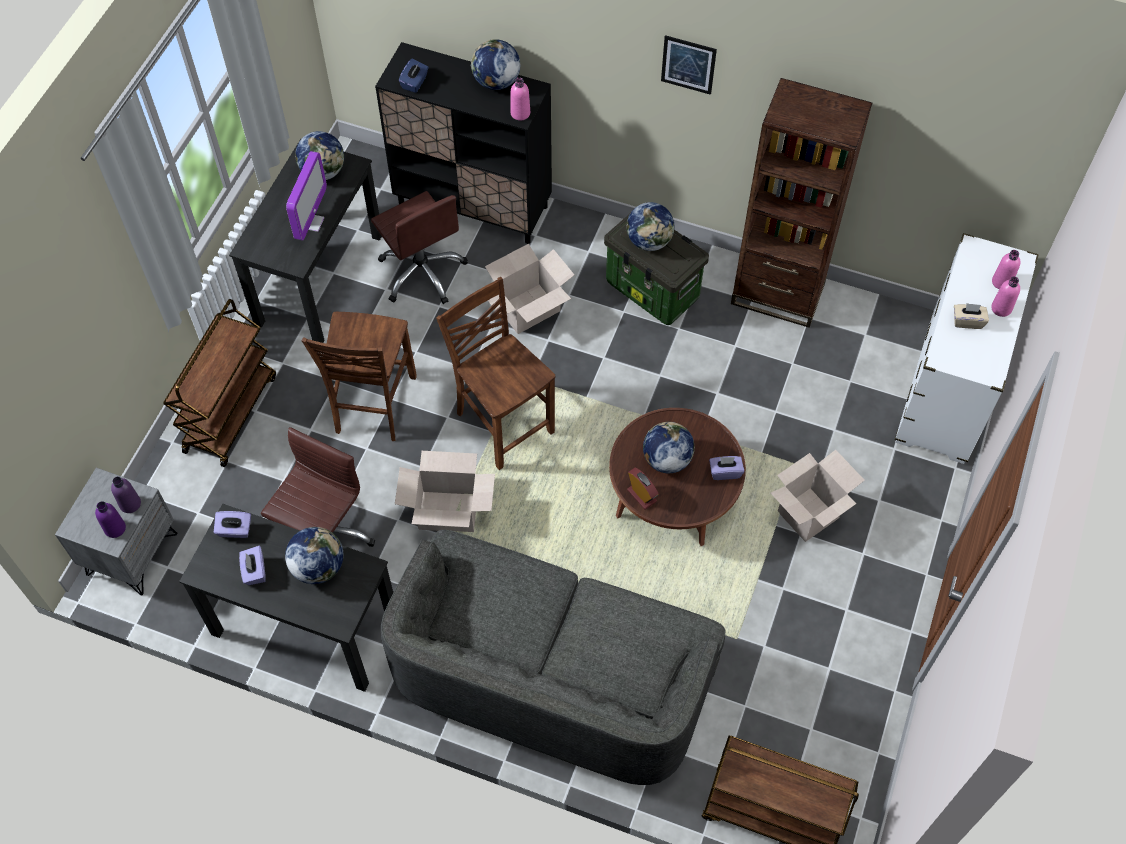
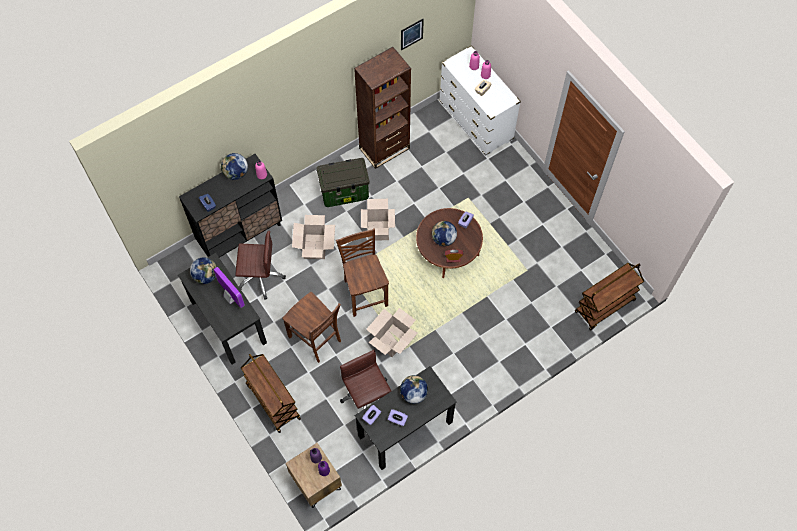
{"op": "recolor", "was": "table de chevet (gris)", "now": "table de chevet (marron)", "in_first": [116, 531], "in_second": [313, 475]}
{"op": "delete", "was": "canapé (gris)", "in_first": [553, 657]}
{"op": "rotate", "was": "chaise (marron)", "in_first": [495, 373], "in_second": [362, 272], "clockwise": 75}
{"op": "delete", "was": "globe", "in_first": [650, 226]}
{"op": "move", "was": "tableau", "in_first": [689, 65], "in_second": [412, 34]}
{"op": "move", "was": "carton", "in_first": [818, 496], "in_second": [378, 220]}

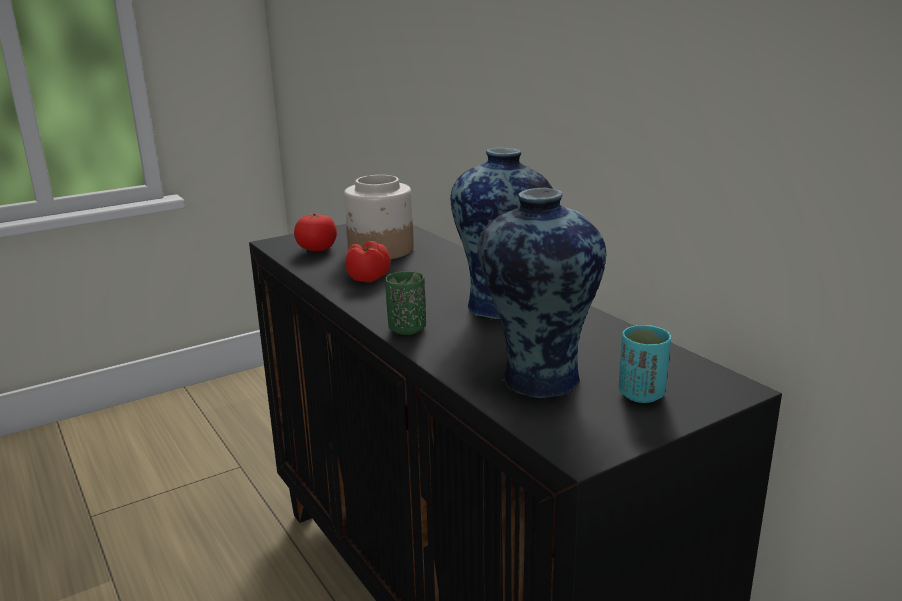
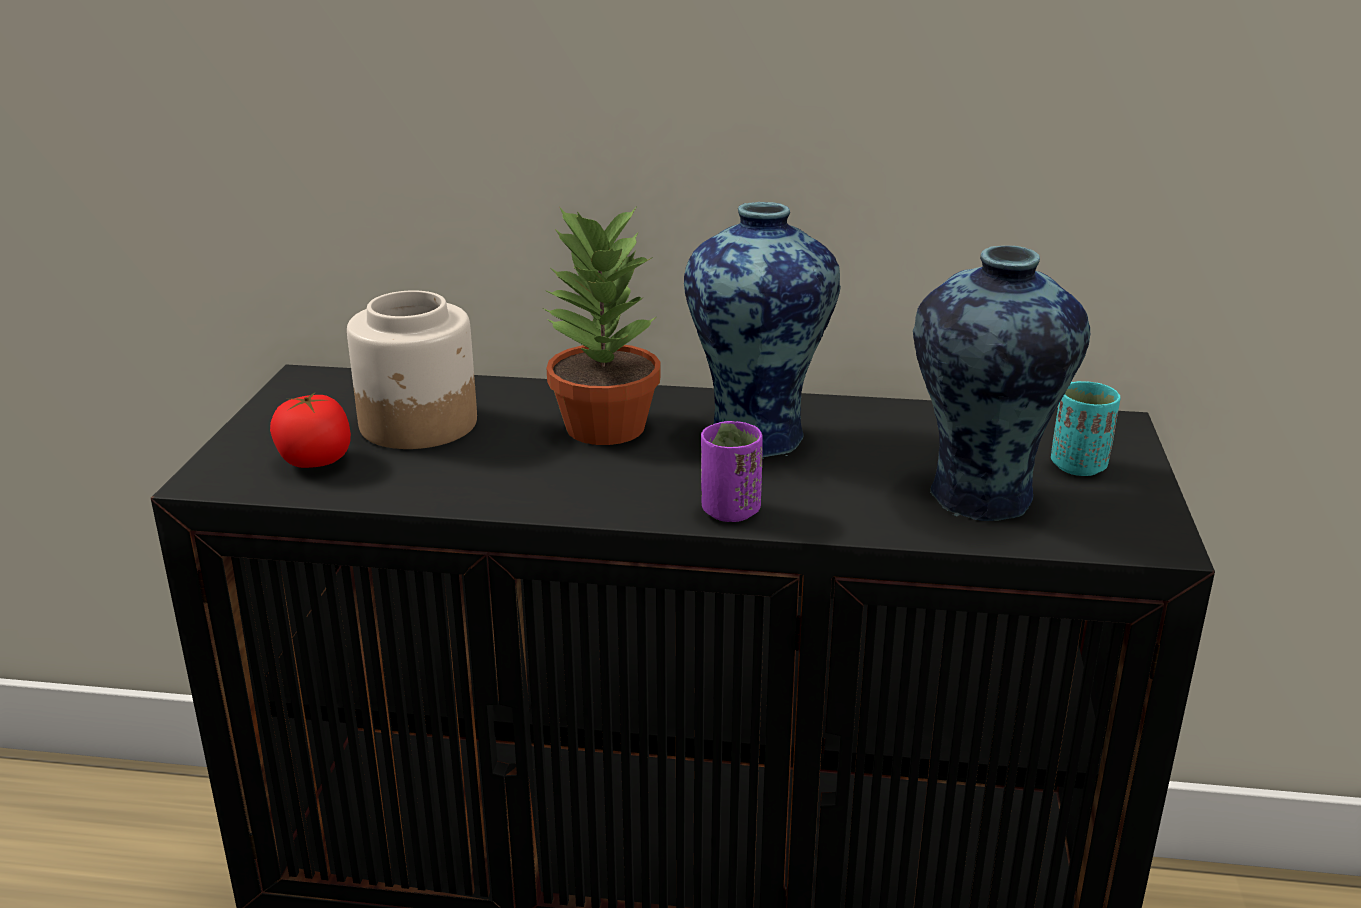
{"op": "delete", "was": "tomate", "in_first": [368, 262]}
{"op": "recolor", "was": "tasse (vert)", "now": "tasse (violet)", "in_first": [405, 303], "in_second": [732, 471]}
{"op": "insert", "now": "plante en pot", "in_second": [602, 325]}

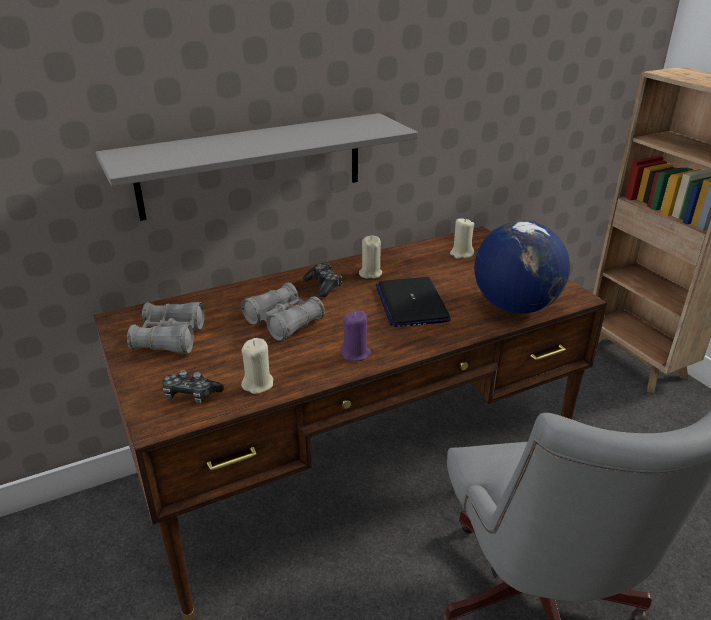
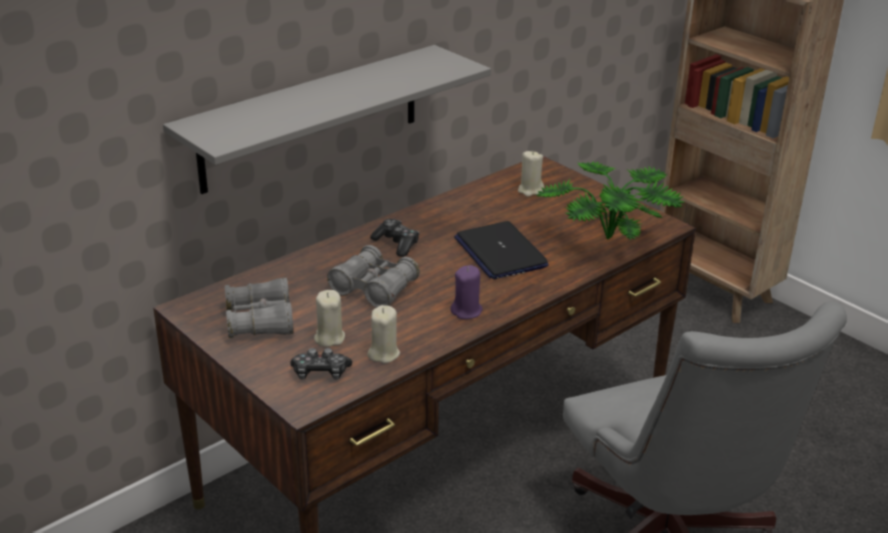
{"op": "move", "was": "bougie (beige)", "in_first": [370, 257], "in_second": [329, 318]}
{"op": "replace", "was": "globe", "now": "plante en pot", "in_first": [522, 267], "in_second": [610, 200]}

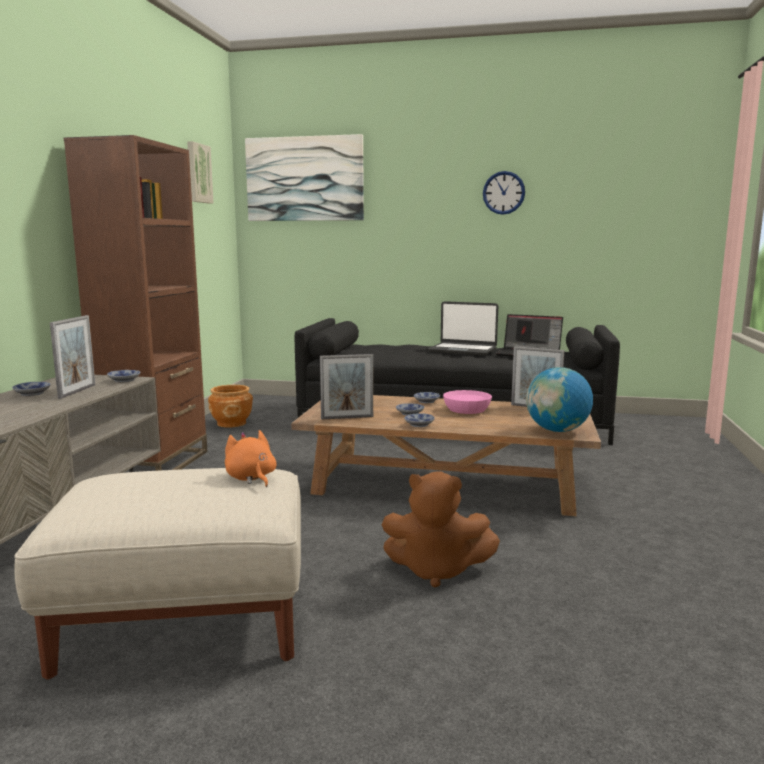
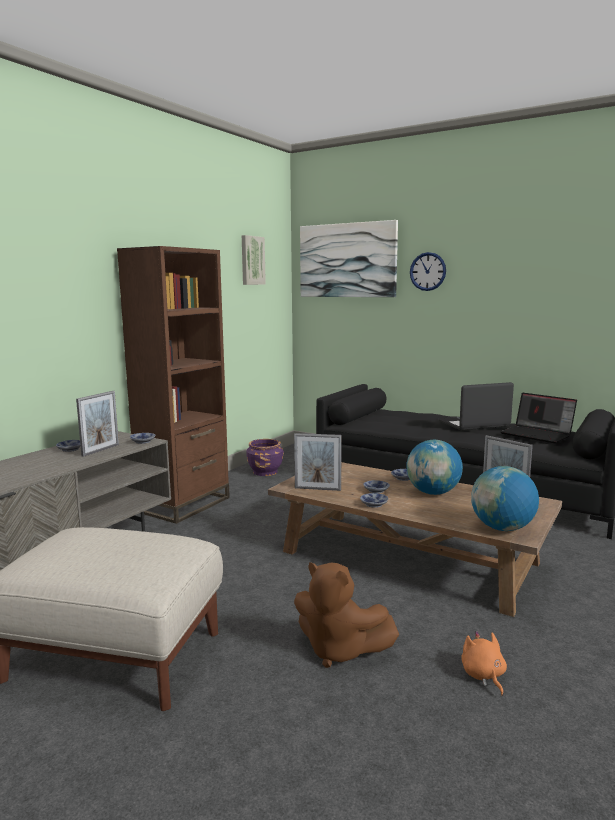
{"op": "recolor", "was": "cache-pot (marron)", "now": "cache-pot (violet)", "in_first": [230, 406], "in_second": [265, 457]}
{"op": "move", "was": "peluche (orange)", "in_first": [251, 458], "in_second": [484, 663]}
{"op": "rotate", "was": "ordinateur portable", "in_first": [463, 328], "in_second": [476, 406], "clockwise": 120}
{"op": "replace", "was": "bol (rose)", "now": "globe", "in_first": [467, 402], "in_second": [435, 467]}
{"op": "move", "was": "horloge murale", "in_first": [504, 193], "in_second": [428, 271]}

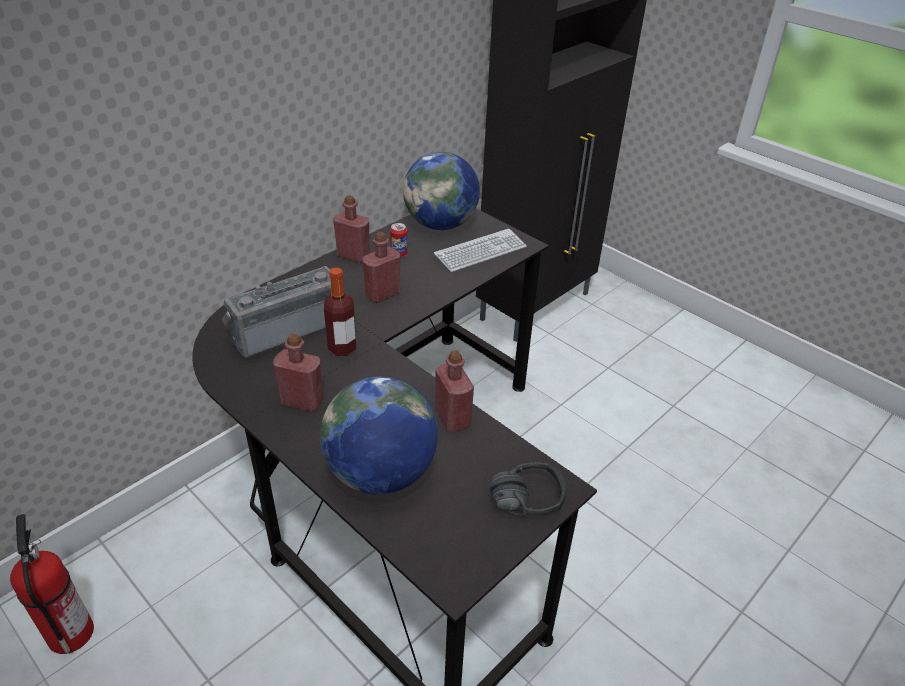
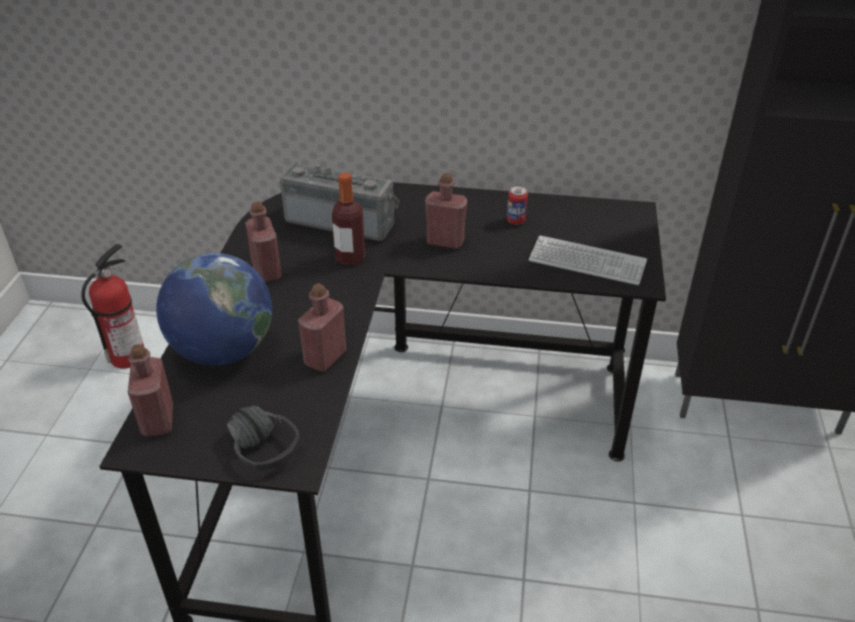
{"op": "move", "was": "bouteille (rouge)", "in_first": [351, 229], "in_second": [150, 390]}
{"op": "delete", "was": "globe", "in_first": [441, 191]}

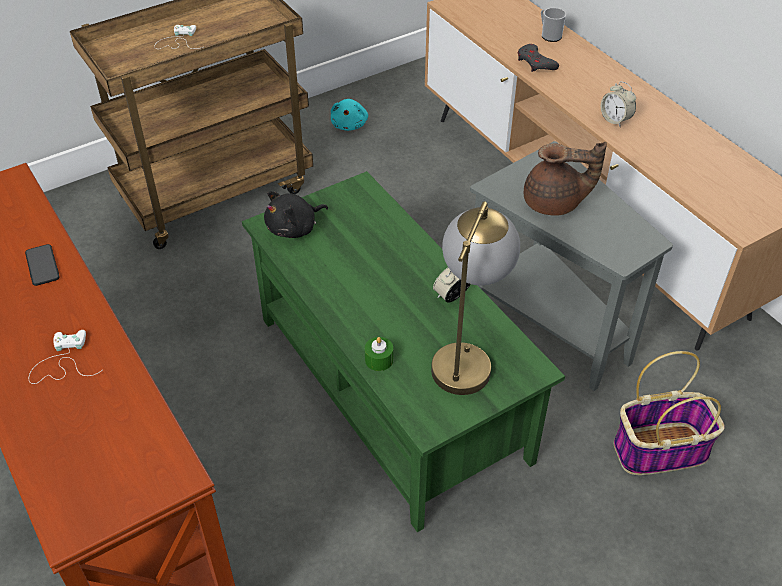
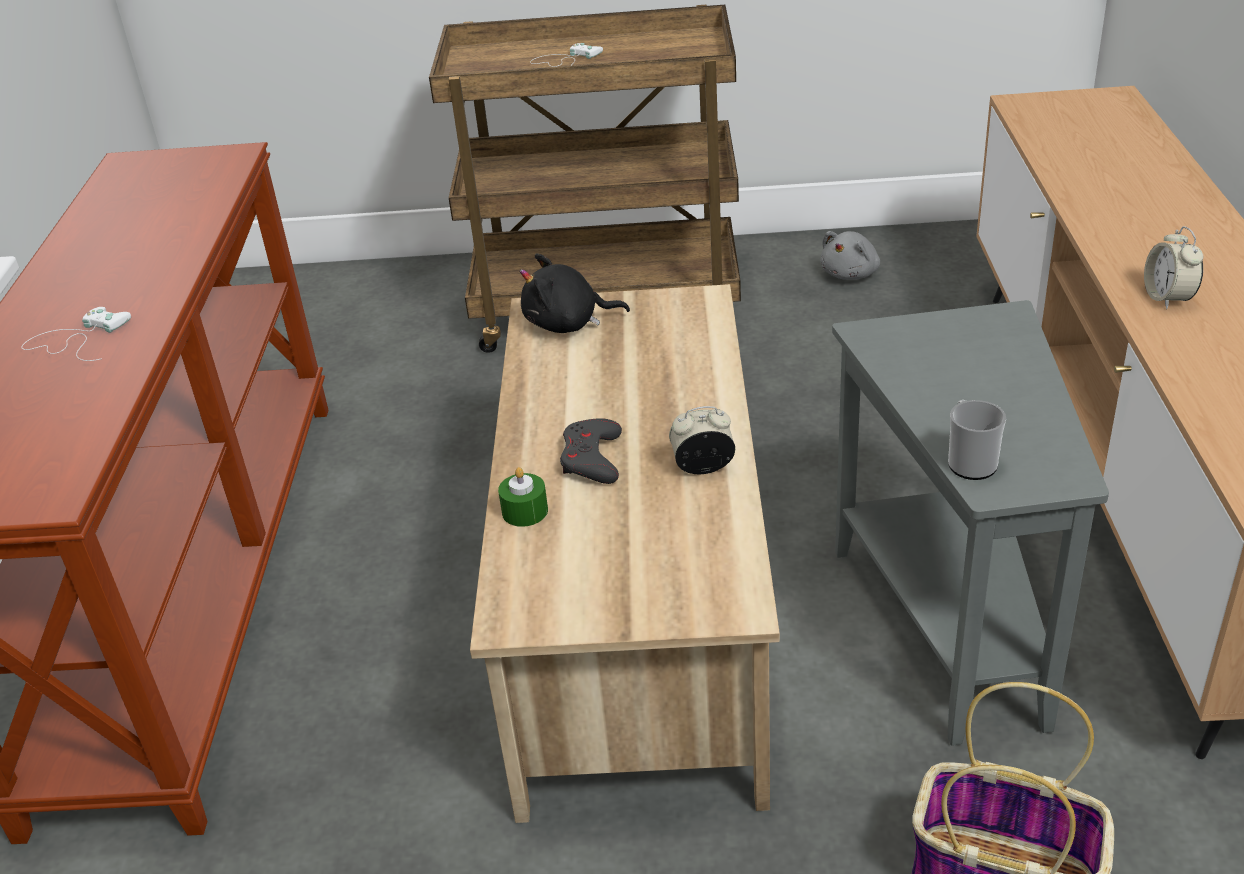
{"op": "delete", "was": "téléphone", "in_first": [42, 265]}
{"op": "recolor", "was": "table basse (vert)", "now": "table basse (beige)", "in_first": [403, 351], "in_second": [625, 553]}
{"op": "recolor", "was": "peluche (turquoise)", "now": "peluche (gris)", "in_first": [349, 115], "in_second": [850, 255]}
{"op": "delete", "was": "lampe de table", "in_first": [475, 298]}
{"op": "move", "was": "manette (gris)", "in_first": [538, 58], "in_second": [591, 451]}
{"op": "delete", "was": "théière (marron)", "in_first": [565, 179]}
{"op": "move", "was": "mug", "in_first": [553, 25], "in_second": [977, 440]}

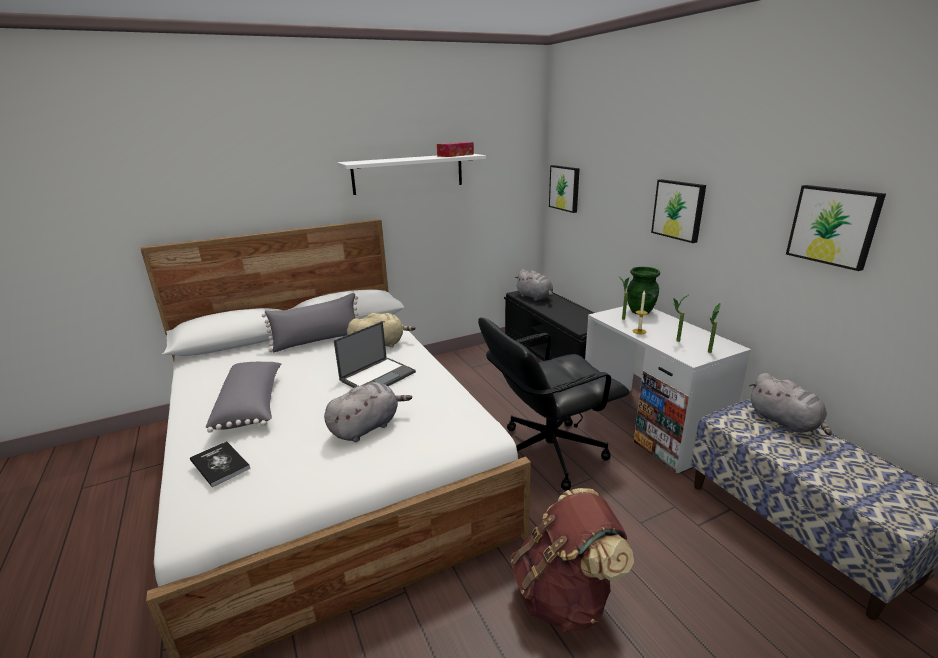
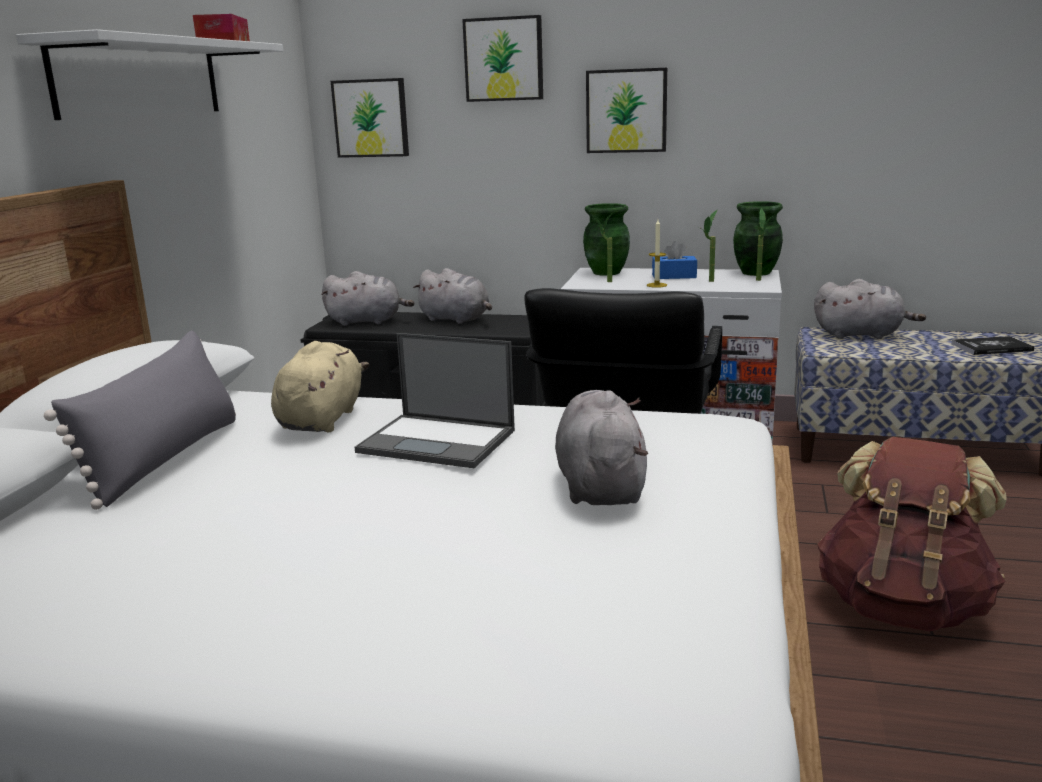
{"op": "move", "was": "livre", "in_first": [220, 464], "in_second": [993, 345]}
{"op": "delete", "was": "coussin (gris)", "in_first": [243, 397]}
{"op": "rotate", "was": "ordinateur portable", "in_first": [375, 354], "in_second": [435, 400], "clockwise": 120}
{"op": "move", "was": "tableau", "in_first": [836, 228], "in_second": [502, 58]}
{"op": "insert", "now": "peluche (gris)", "in_second": [452, 296]}
{"op": "insert", "now": "boîte à mouchoirs (bleu)", "in_second": [674, 260]}
{"op": "insert", "now": "vase (vert)", "in_second": [758, 238]}

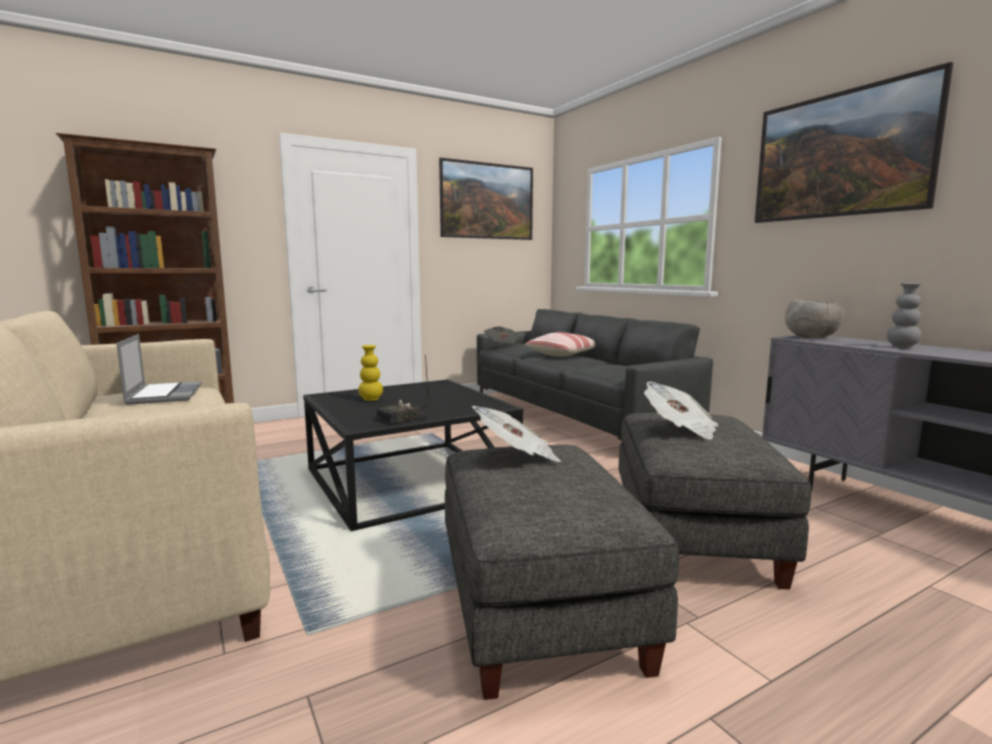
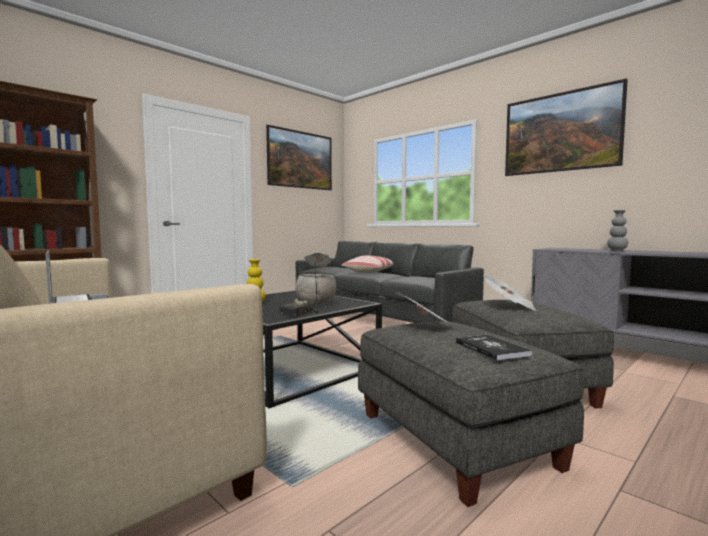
{"op": "move", "was": "bol (gris)", "in_first": [814, 319], "in_second": [315, 290]}
{"op": "insert", "now": "livre", "in_second": [494, 348]}

